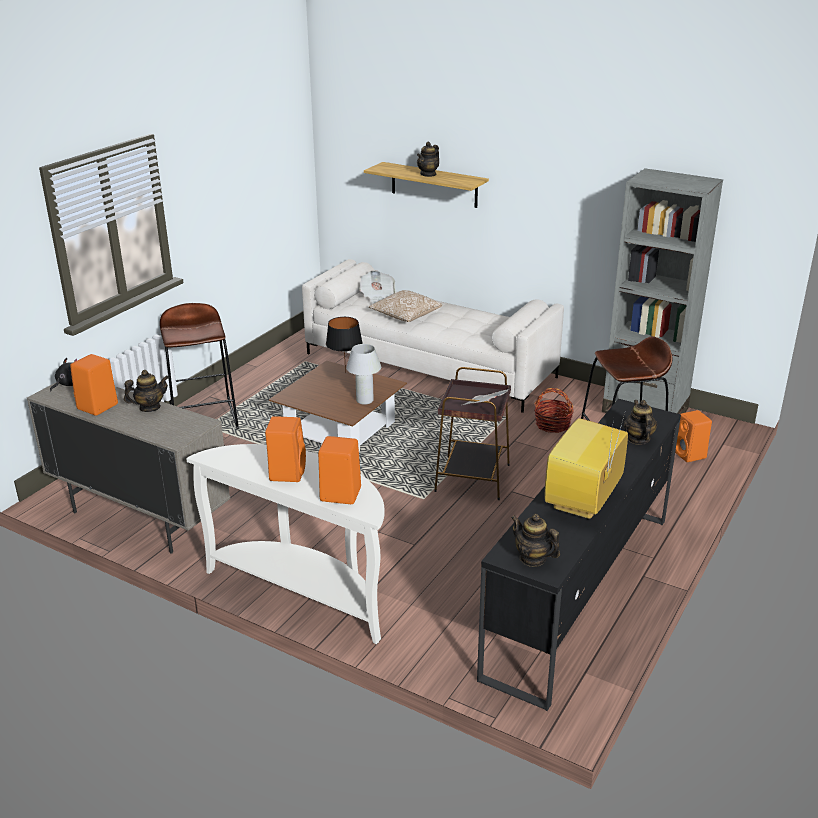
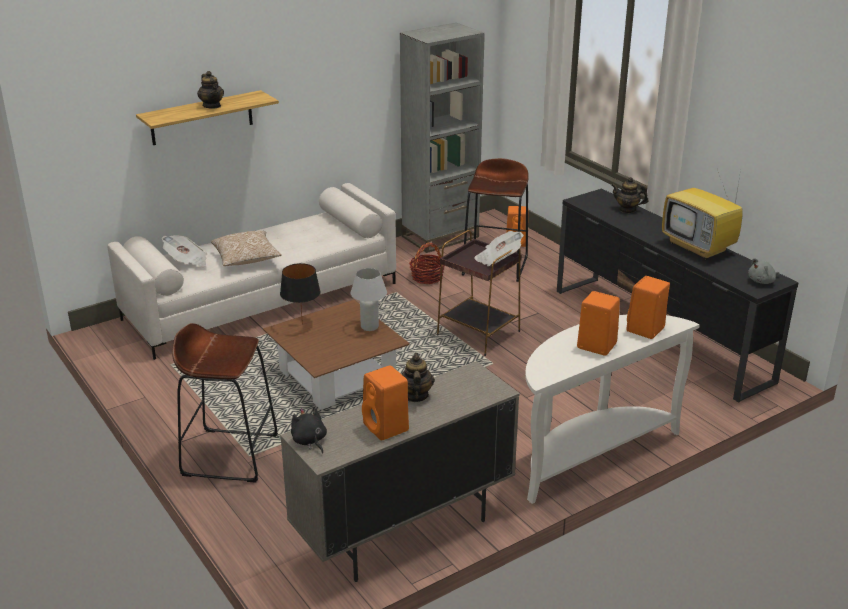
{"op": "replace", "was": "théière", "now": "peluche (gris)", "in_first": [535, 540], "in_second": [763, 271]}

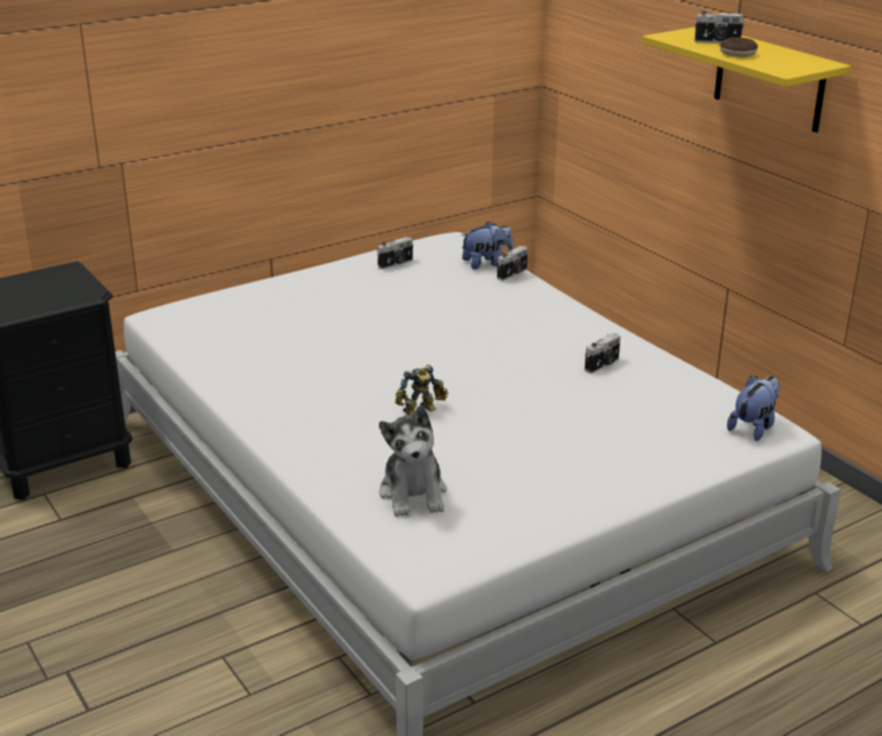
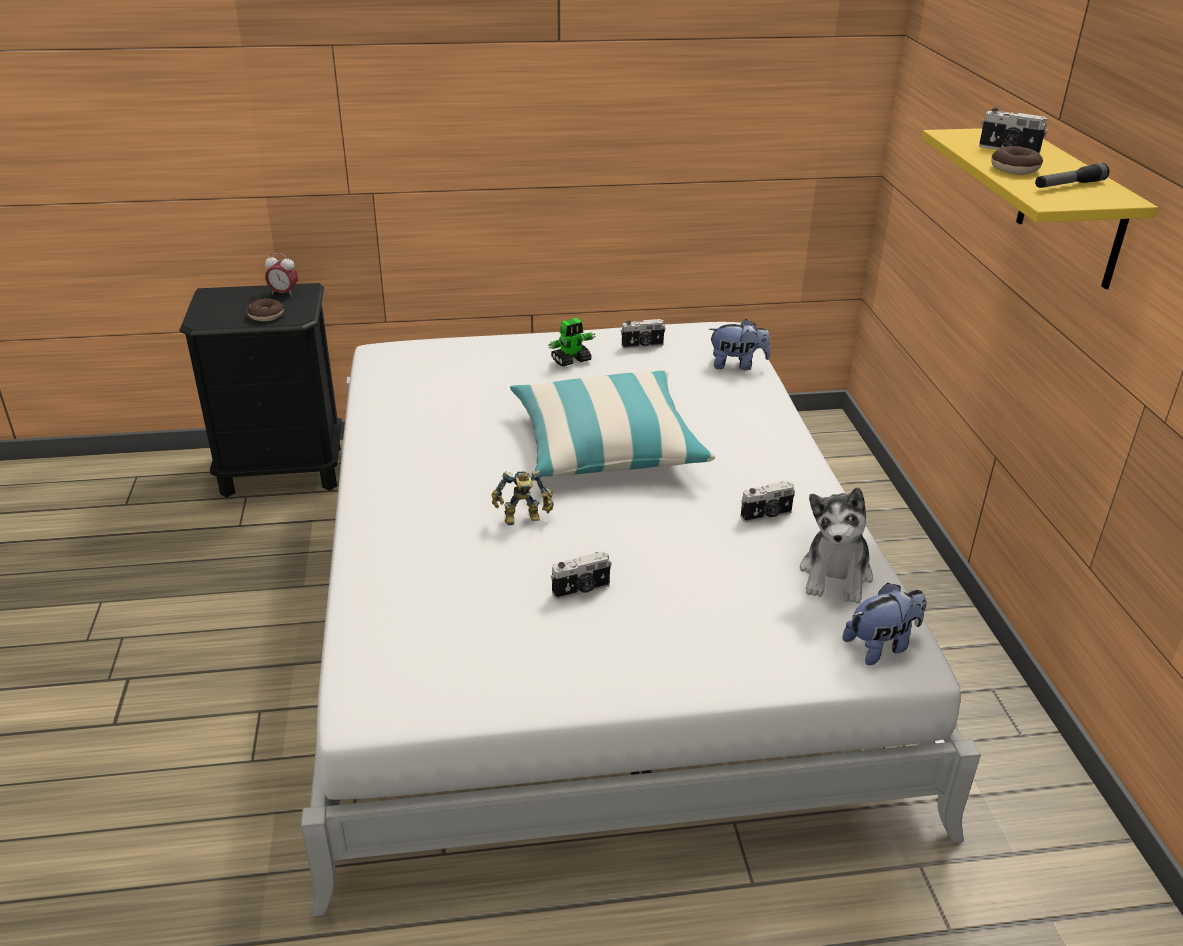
{"op": "move", "was": "peluche", "in_first": [413, 461], "in_second": [836, 546]}
{"op": "move", "was": "appareil photo", "in_first": [512, 263], "in_second": [581, 575]}
{"op": "insert", "now": "beignet", "in_second": [265, 310]}
{"op": "insert", "now": "réveil", "in_second": [281, 275]}
{"op": "insert", "now": "coussin", "in_second": [612, 423]}
{"op": "insert", "now": "robot jouet", "in_second": [572, 342]}
{"op": "insert", "now": "lampe de poche", "in_second": [1072, 175]}

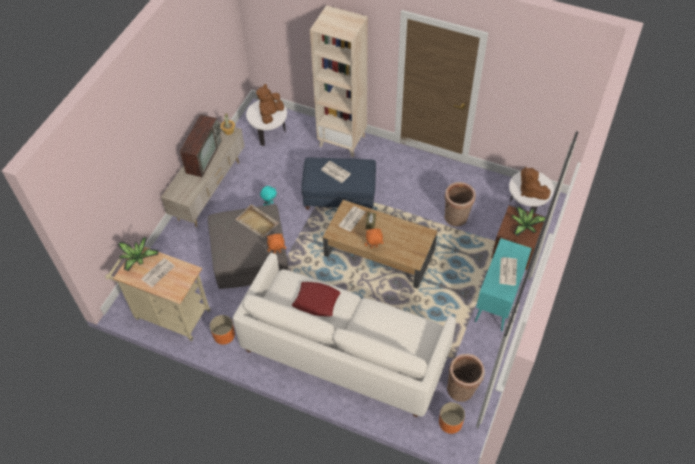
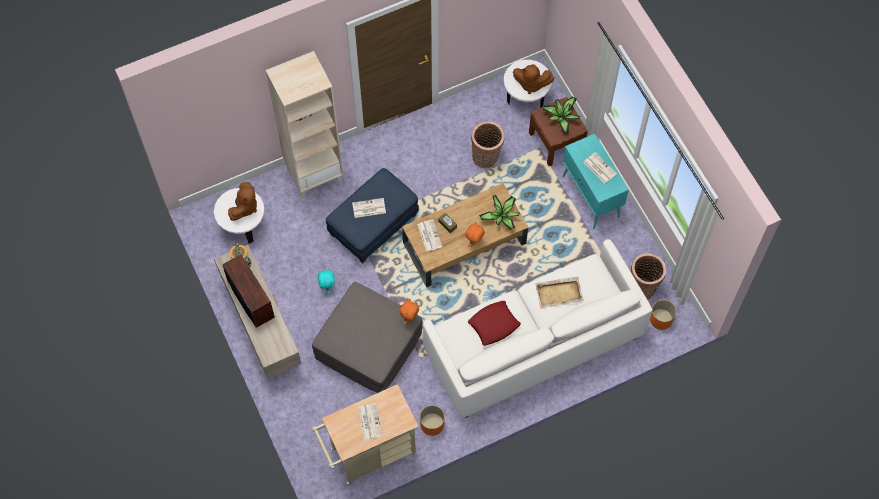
{"op": "move", "was": "plante en pot", "in_first": [138, 254], "in_second": [499, 212]}
{"op": "move", "was": "plateau (beige)", "in_first": [257, 221], "in_second": [559, 292]}
{"op": "rotate", "was": "peluche (marron)", "in_first": [270, 104], "in_second": [242, 201], "clockwise": -135}

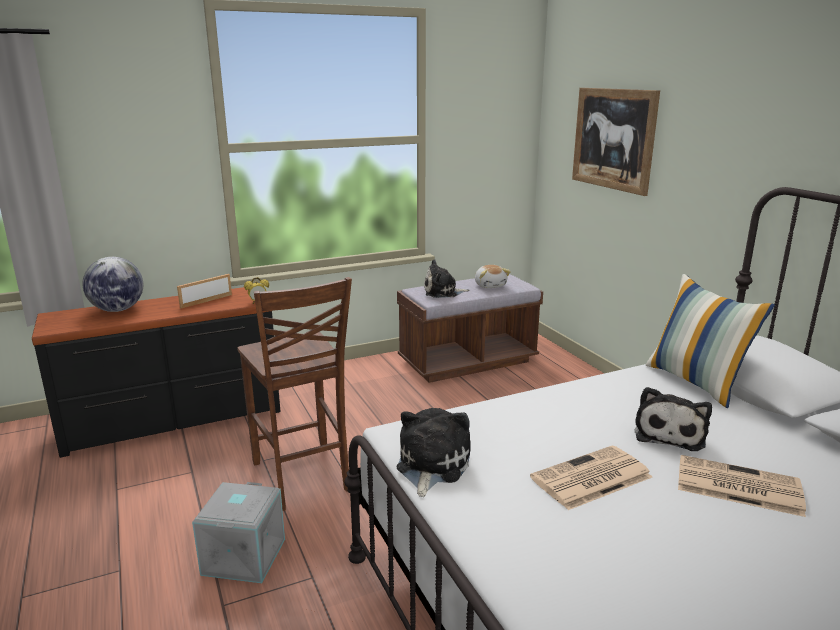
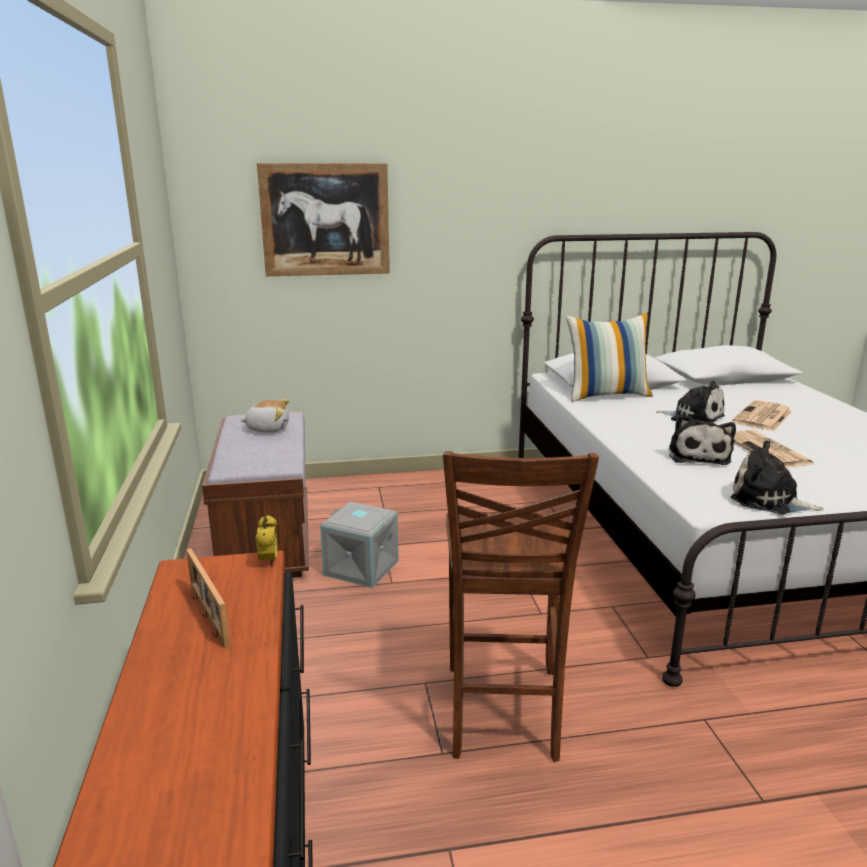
{"op": "delete", "was": "globe", "in_first": [113, 284]}
{"op": "move", "was": "boîte de rangement (gris)", "in_first": [238, 532], "in_second": [359, 545]}
{"op": "rotate", "was": "chaise (marron)", "in_first": [294, 394], "in_second": [521, 606], "clockwise": 105}
{"op": "move", "was": "peluche", "in_first": [447, 279], "in_second": [702, 439]}

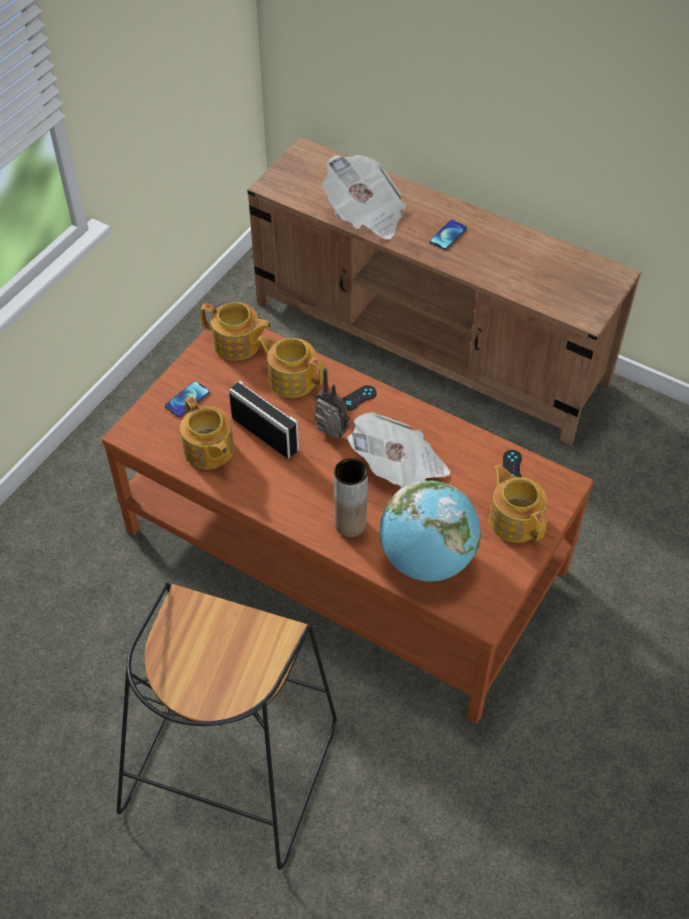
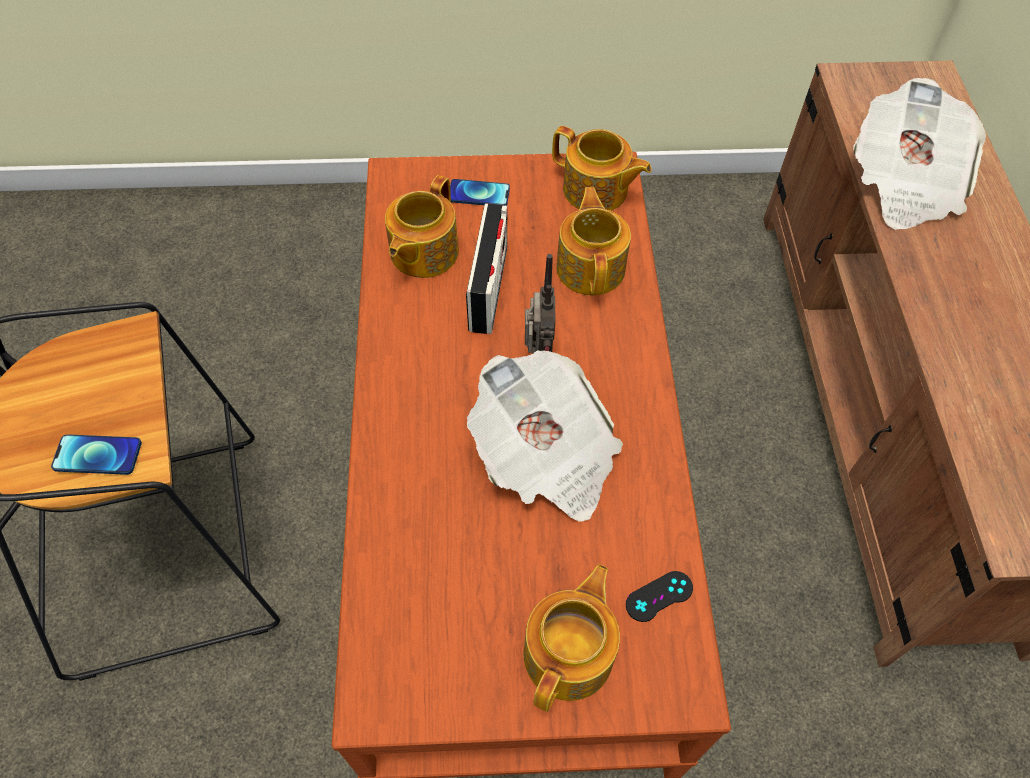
{"op": "rotate", "was": "théière", "in_first": [236, 331], "in_second": [602, 168], "clockwise": -45}
{"op": "delete", "was": "vase (marron)", "in_first": [351, 497]}
{"op": "delete", "was": "manette (noir)", "in_first": [359, 398]}
{"op": "delete", "was": "globe", "in_first": [430, 531]}
{"op": "move", "was": "téléphone", "in_first": [448, 235], "in_second": [96, 454]}

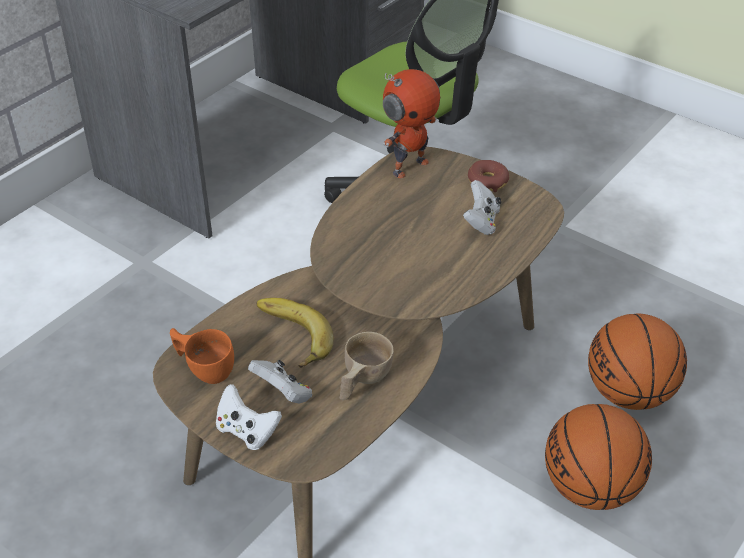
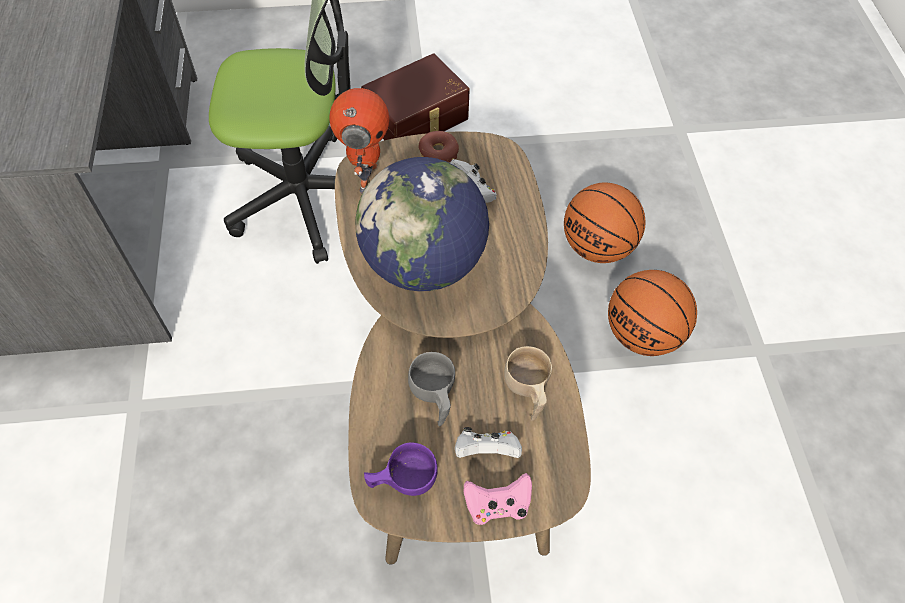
{"op": "recolor", "was": "tasse (orange)", "now": "tasse (violet)", "in_first": [202, 356], "in_second": [401, 469]}
{"op": "recolor", "was": "manette (blanc)", "now": "manette (rose)", "in_first": [249, 417], "in_second": [498, 499]}
{"op": "replace", "was": "banane", "now": "tasse (gris)", "in_first": [295, 333], "in_second": [431, 389]}
{"op": "insert", "now": "globe", "in_second": [422, 224]}
{"op": "insert", "now": "boîte de rangement (marron)", "in_second": [415, 96]}

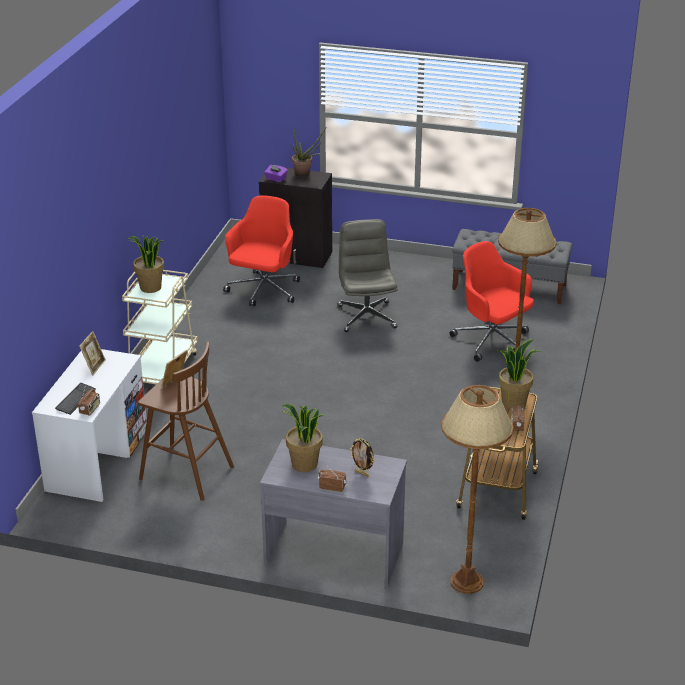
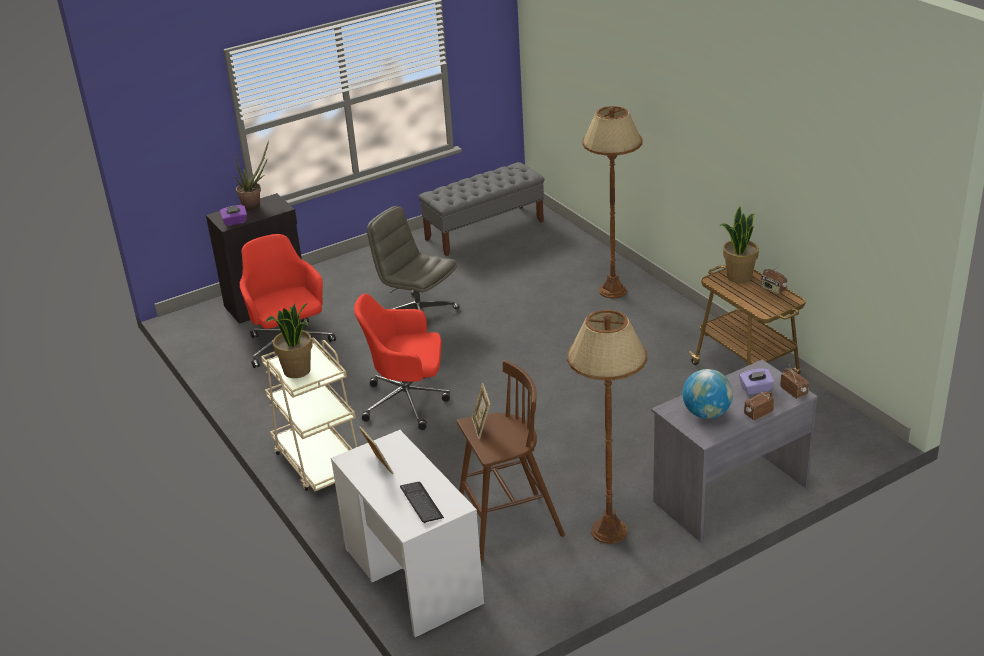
{"op": "move", "was": "radio", "in_first": [89, 400], "in_second": [794, 381]}
{"op": "replace", "was": "plante en pot", "now": "globe", "in_first": [302, 438], "in_second": [707, 394]}
{"op": "replace", "was": "cadre photo", "now": "boîte à mouchoirs (violet)", "in_first": [362, 457], "in_second": [757, 381]}
{"op": "move", "was": "lampadaire (marron)", "in_first": [477, 489], "in_second": [607, 427]}
{"op": "move", "was": "chaise de bureau (rouge)", "in_first": [491, 301], "in_second": [402, 362]}

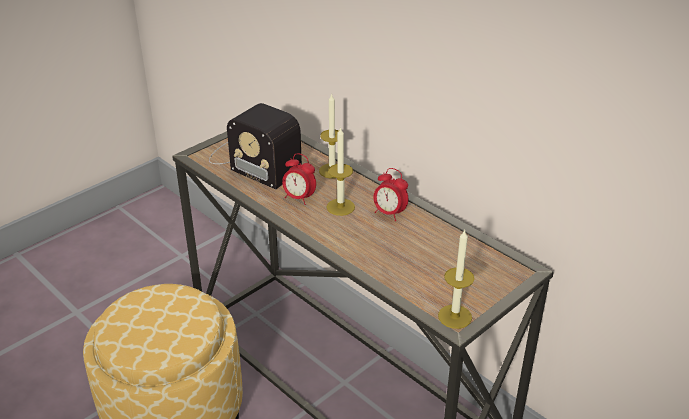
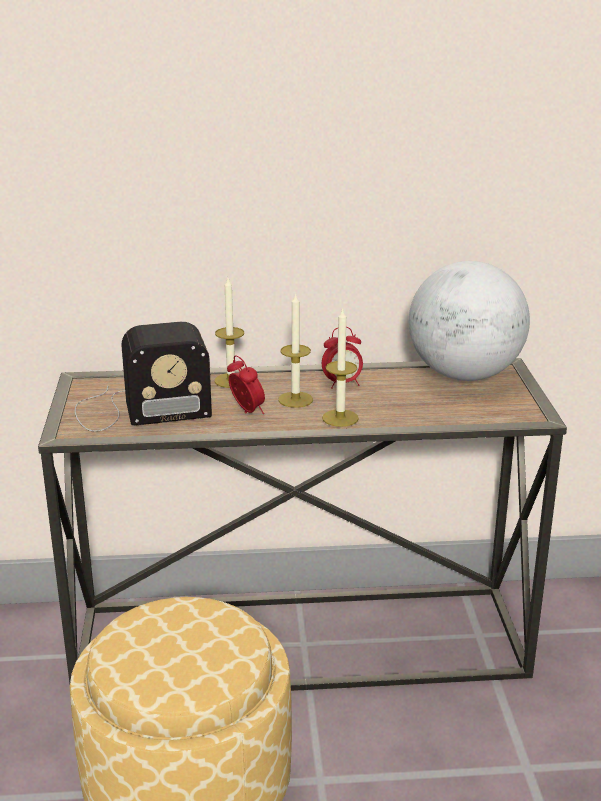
{"op": "rotate", "was": "réveil", "in_first": [299, 179], "in_second": [246, 385], "clockwise": -105}
{"op": "move", "was": "bougie", "in_first": [456, 279], "in_second": [340, 367]}
{"op": "insert", "now": "globe", "in_second": [469, 321]}

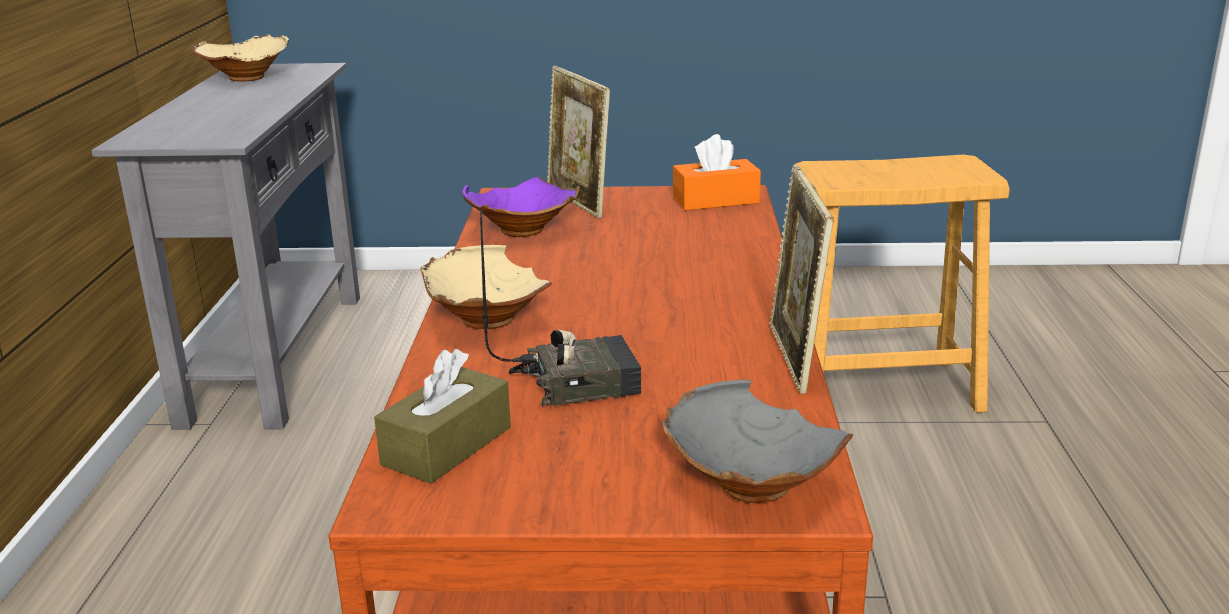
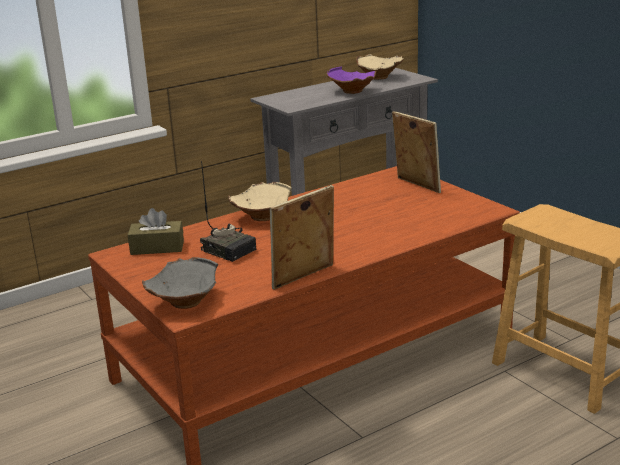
{"op": "move", "was": "bol (violet)", "in_first": [521, 206], "in_second": [351, 80]}
{"op": "rotate", "was": "cadre photo", "in_first": [578, 142], "in_second": [416, 152], "clockwise": 120}
{"op": "delete", "was": "boîte à mouchoirs (orange)", "in_first": [717, 172]}

